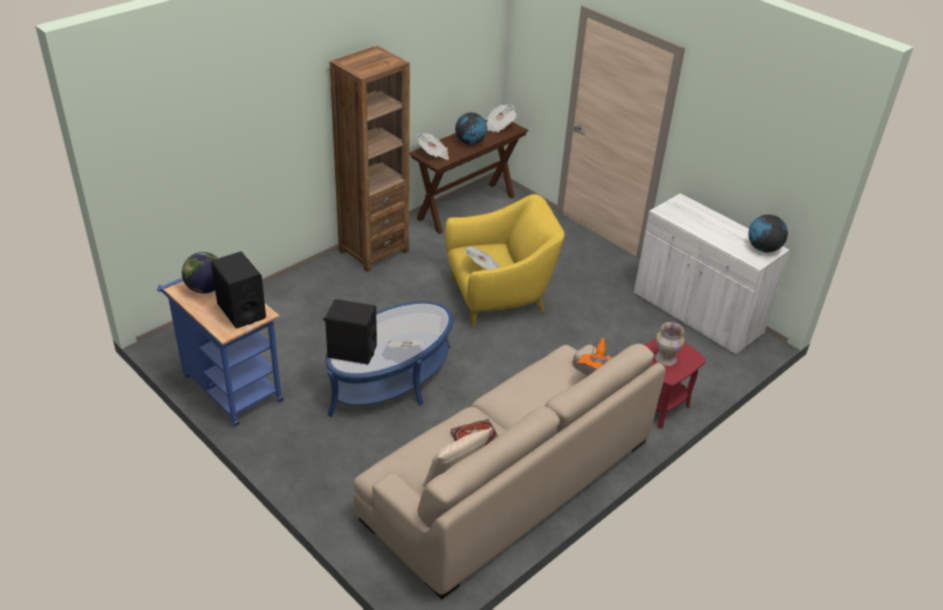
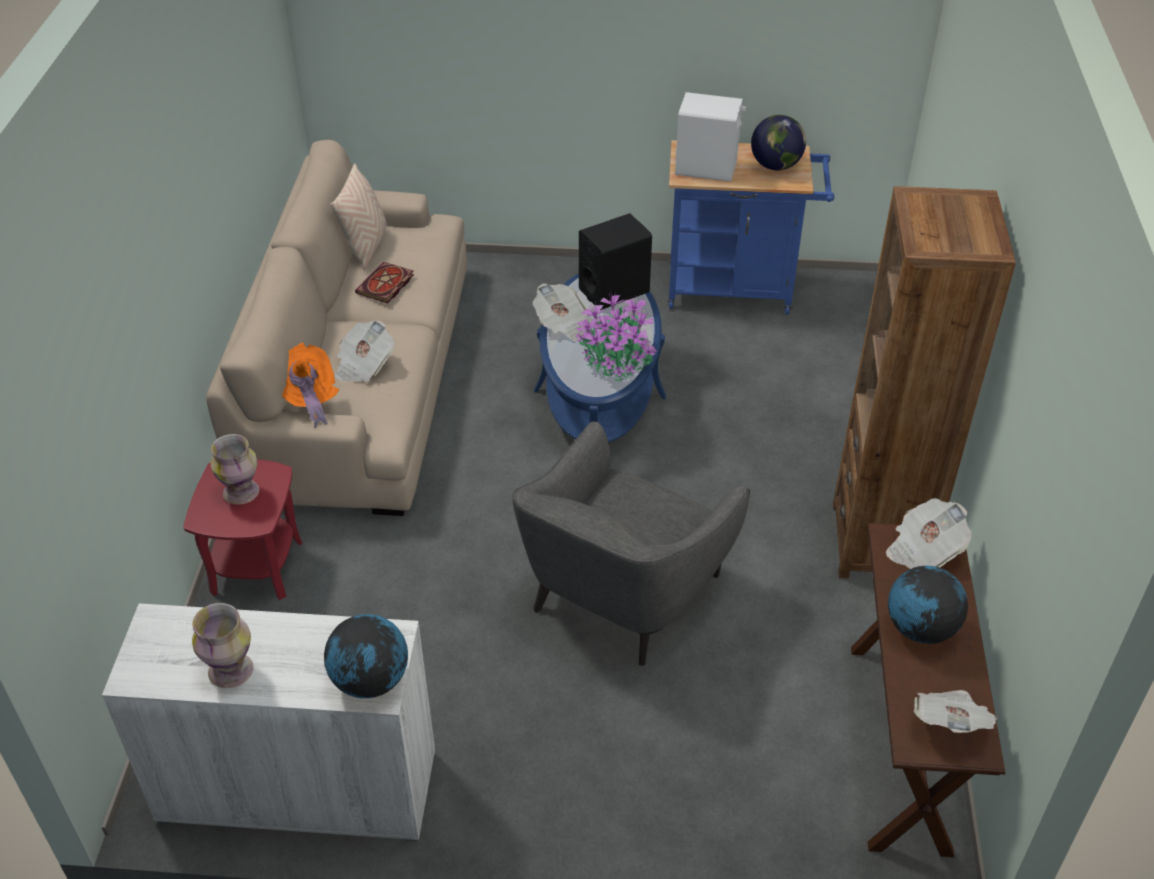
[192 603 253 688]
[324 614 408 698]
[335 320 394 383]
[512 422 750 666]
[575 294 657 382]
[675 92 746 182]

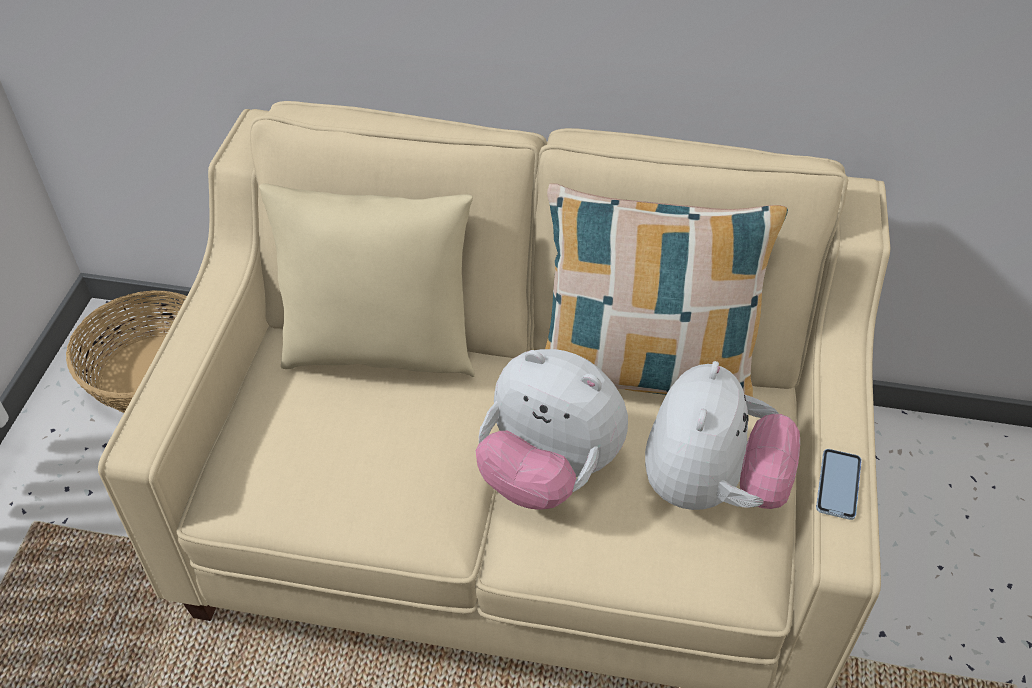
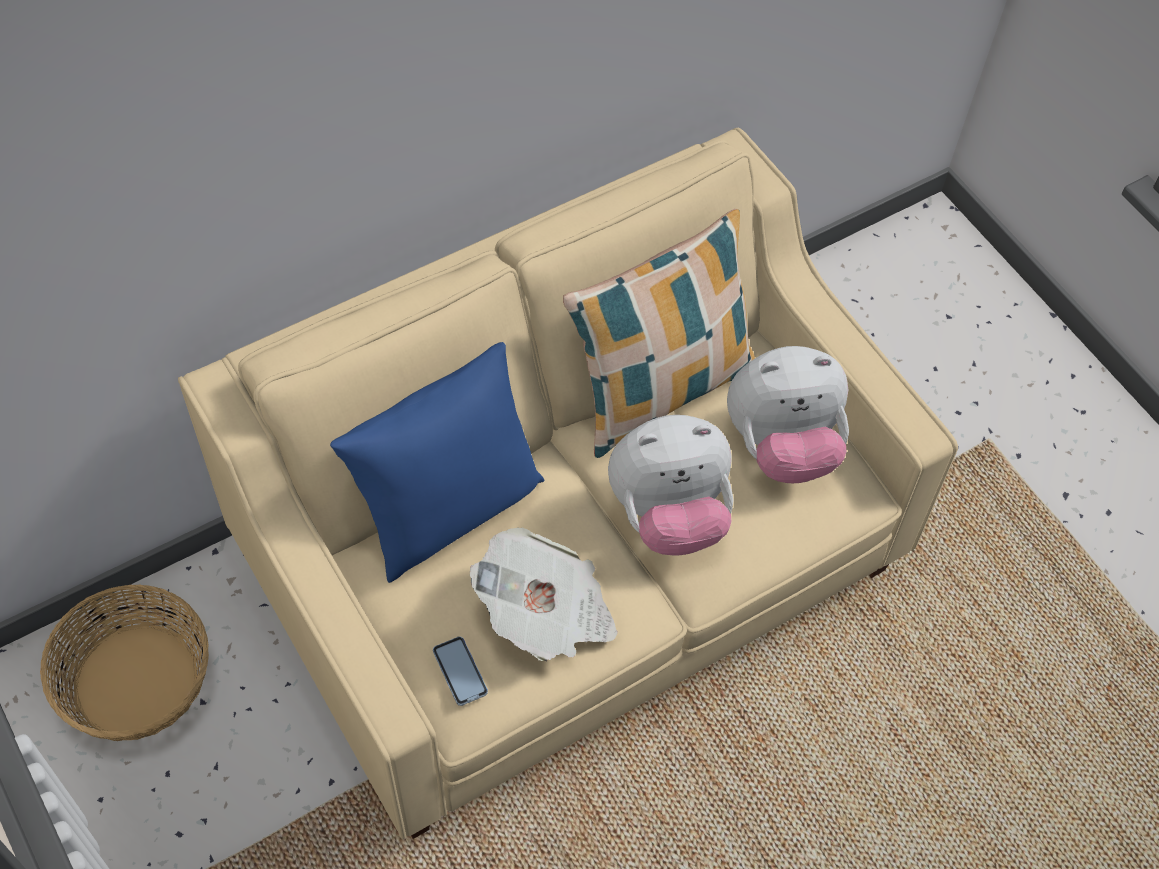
[330 342 544 583]
[433 636 488 706]
[470 527 618 661]
[727 346 849 483]

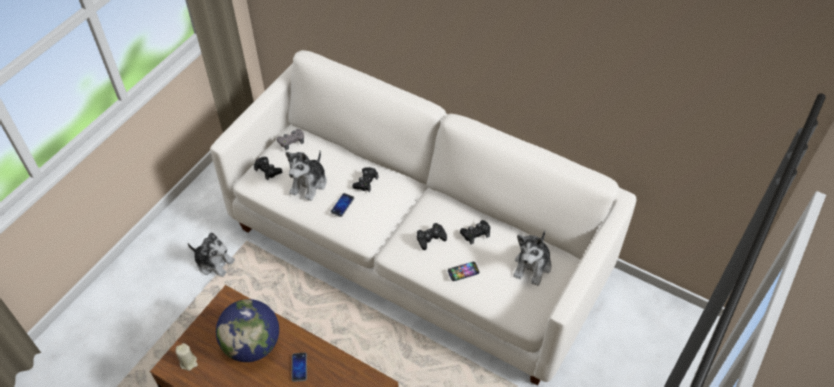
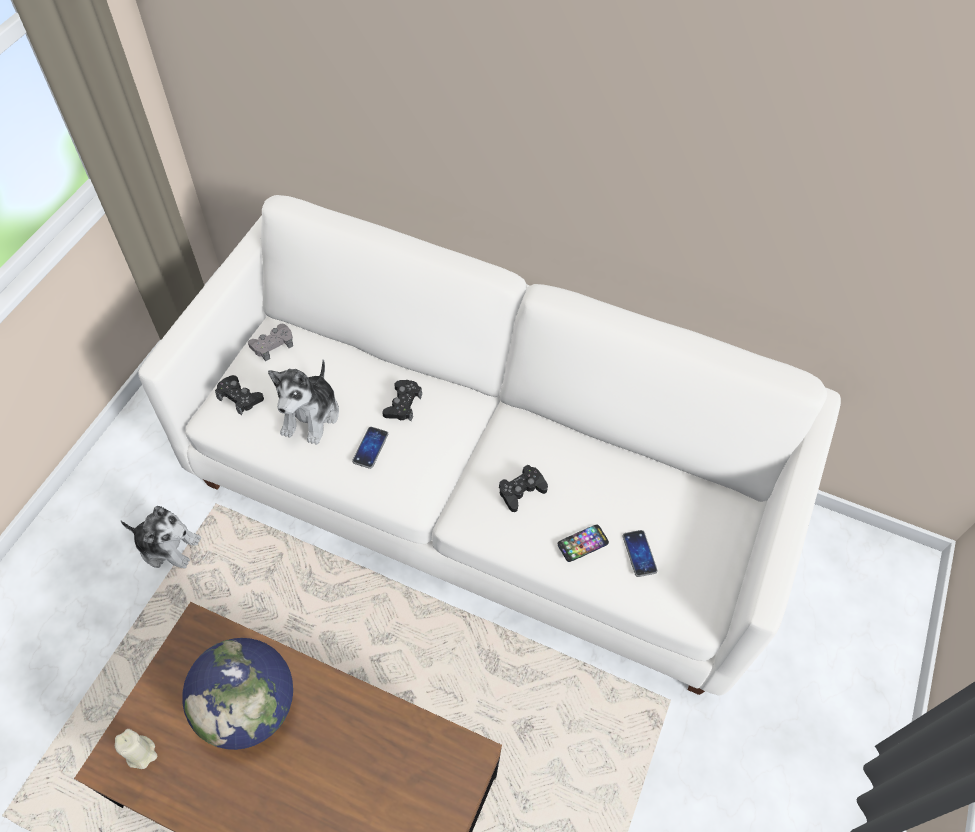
[623 530 658 577]
[460 220 490 245] (first image)
[513 230 551 286] (first image)

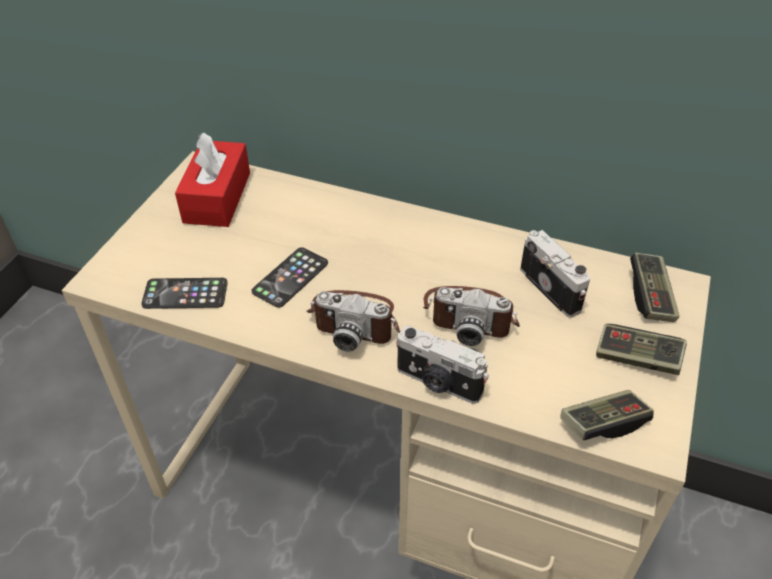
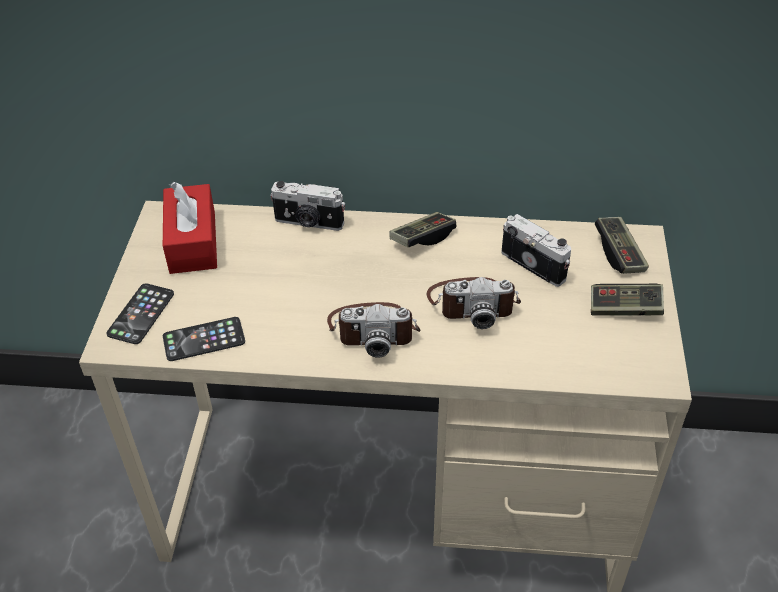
[106 283 174 344]
[270 181 345 231]
[389 212 457 247]

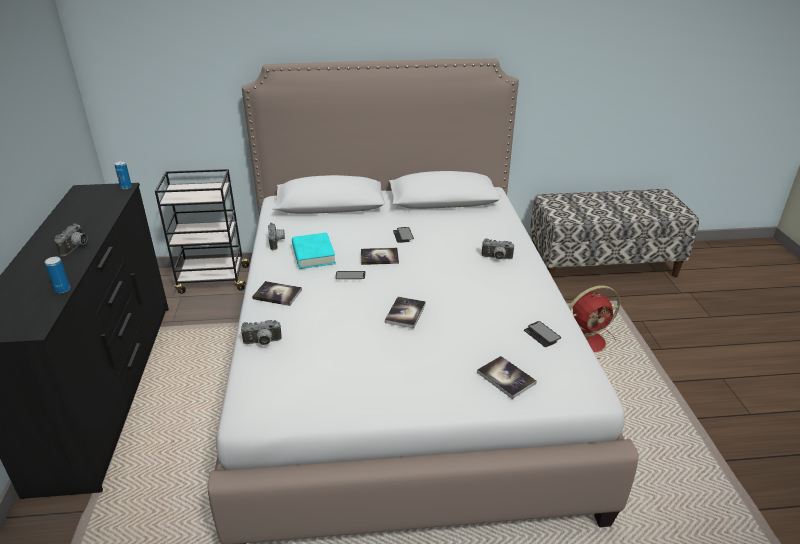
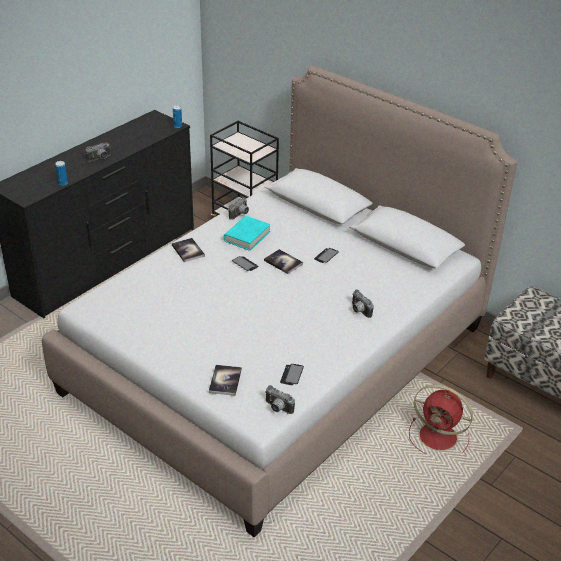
[265 385 295 414]
[385 297 426 329] (first image)

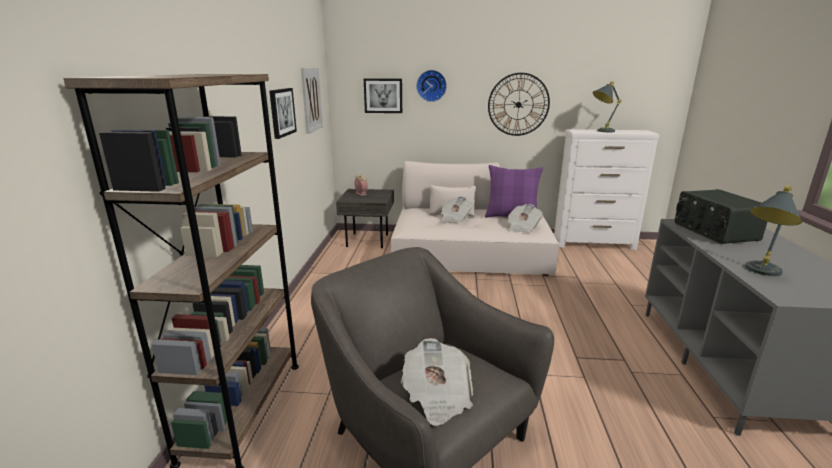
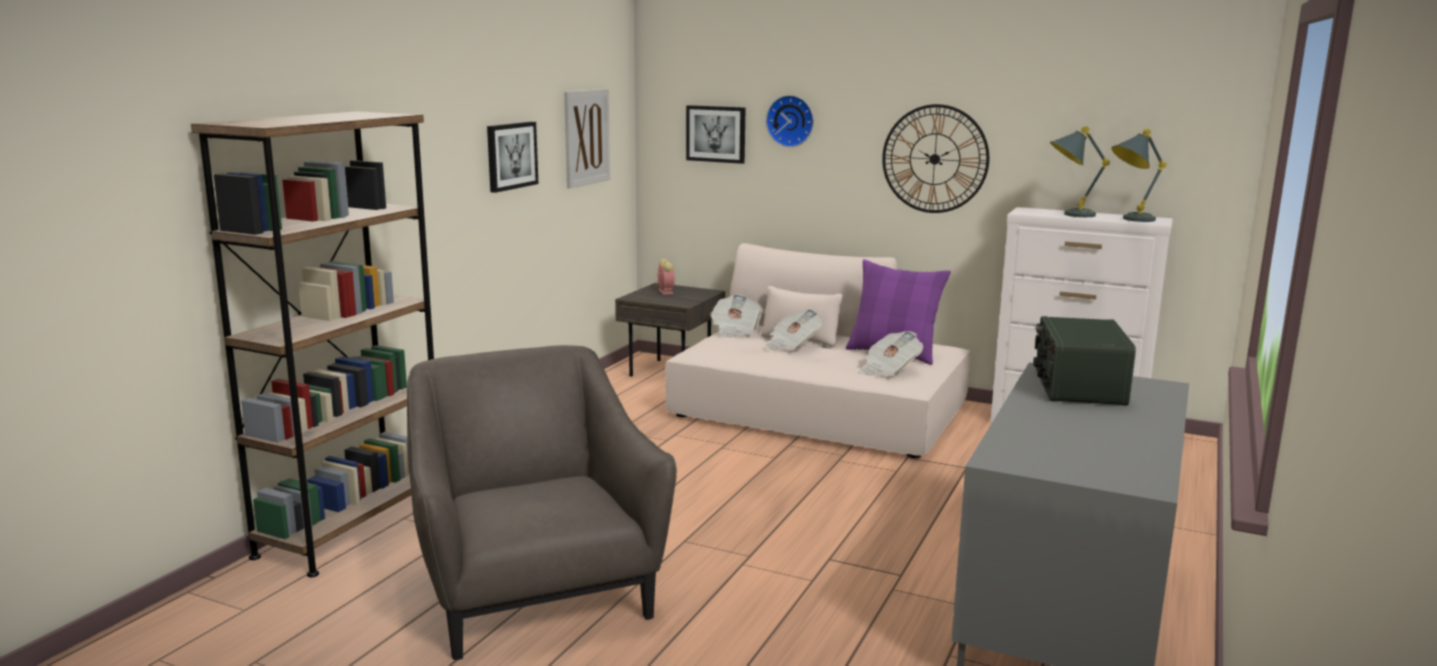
[710 294 763 338]
[1112 129 1167 222]

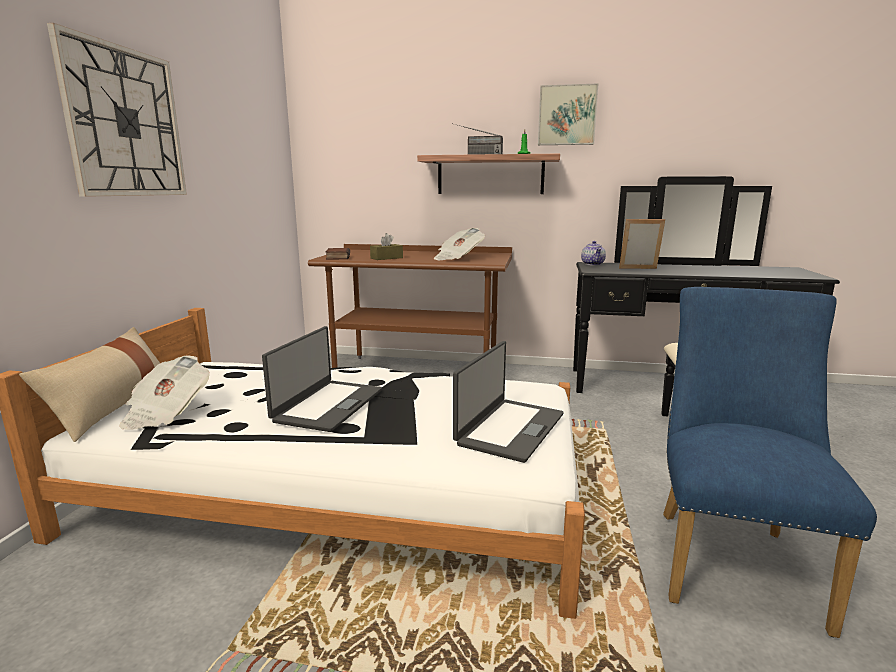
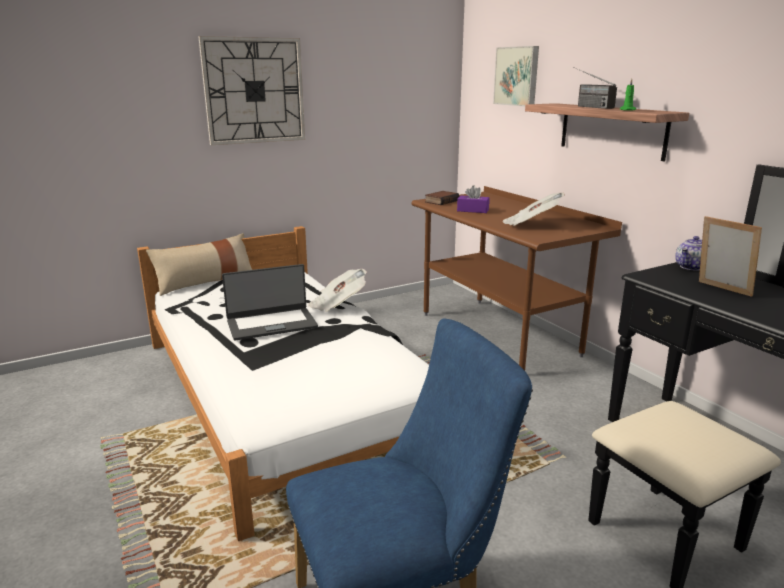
[308 269 367 312]
[457 186 489 213]
[493 46 539 106]
[453 341 564 463] (first image)

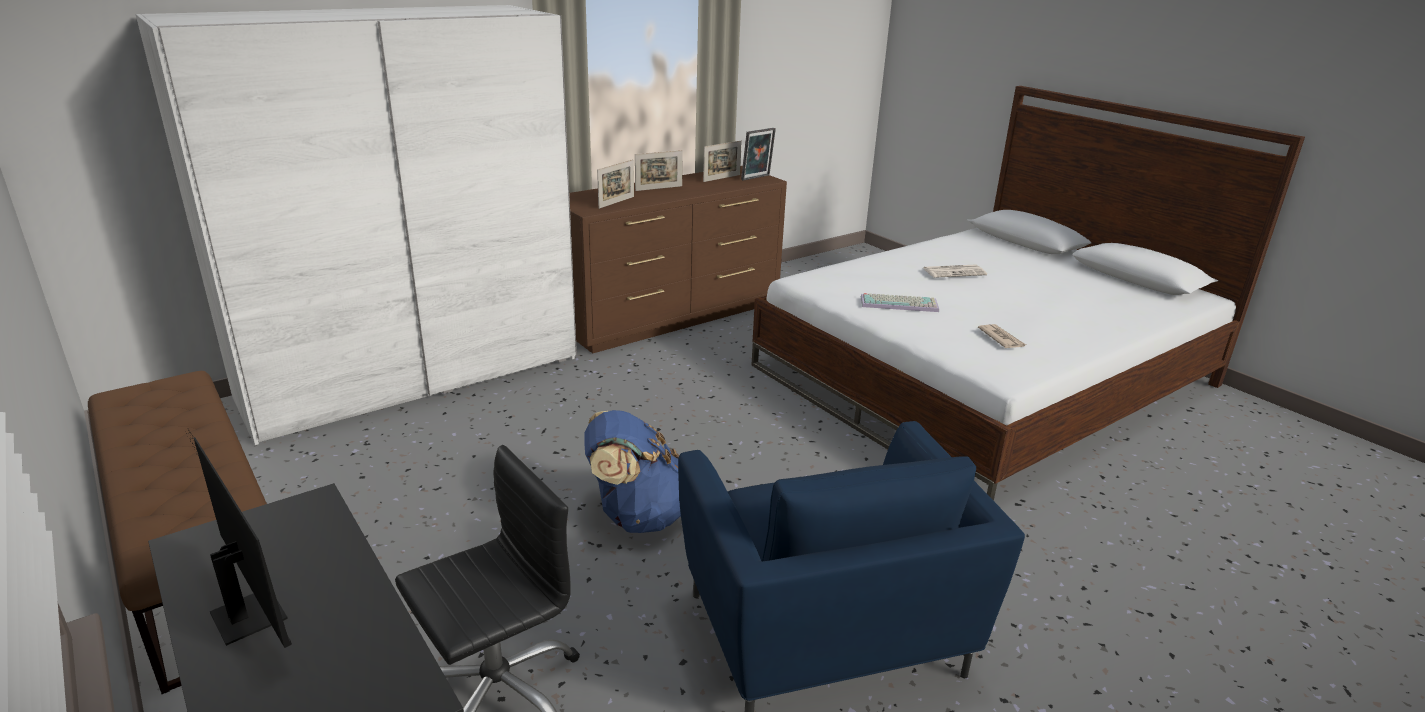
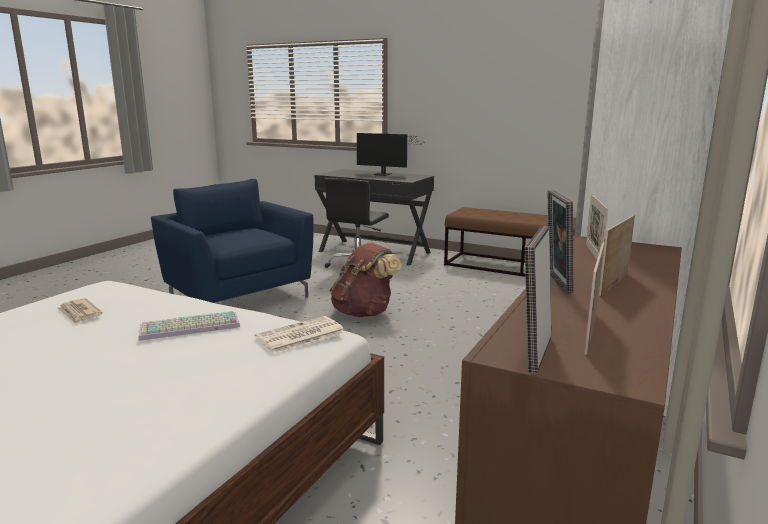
[255 316 345 353]
[330 243 402 317]
[547 190 573 293]

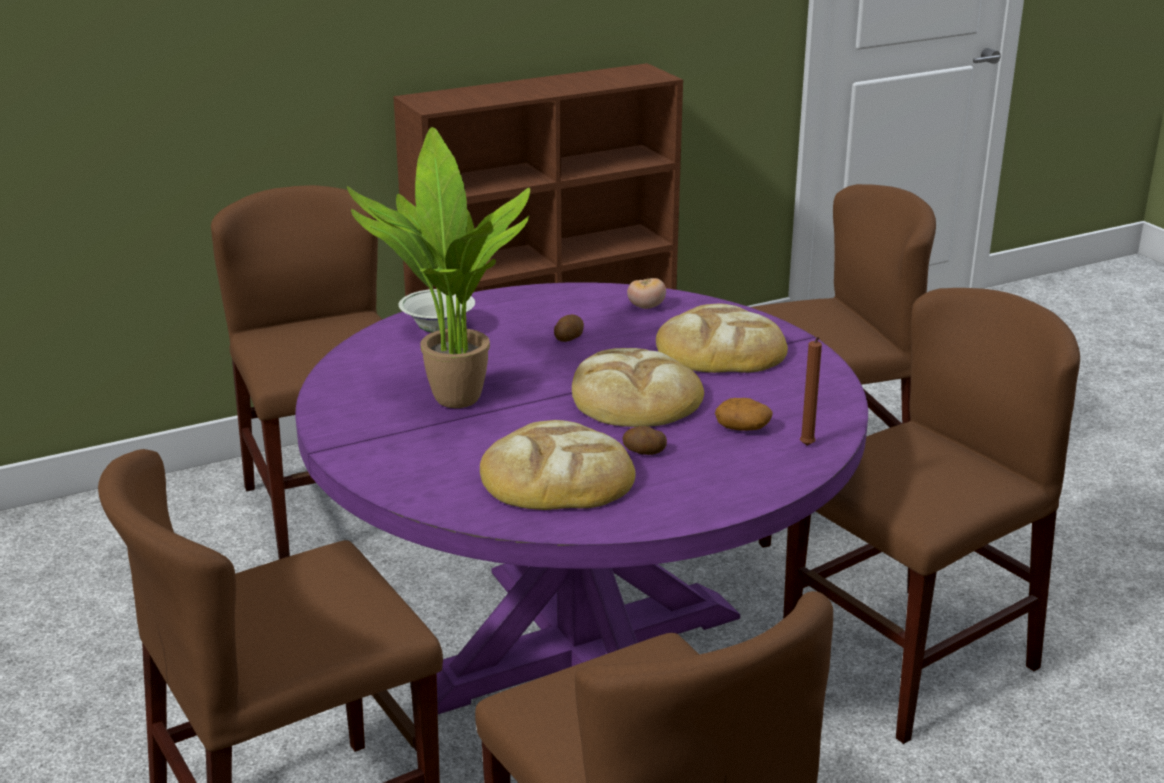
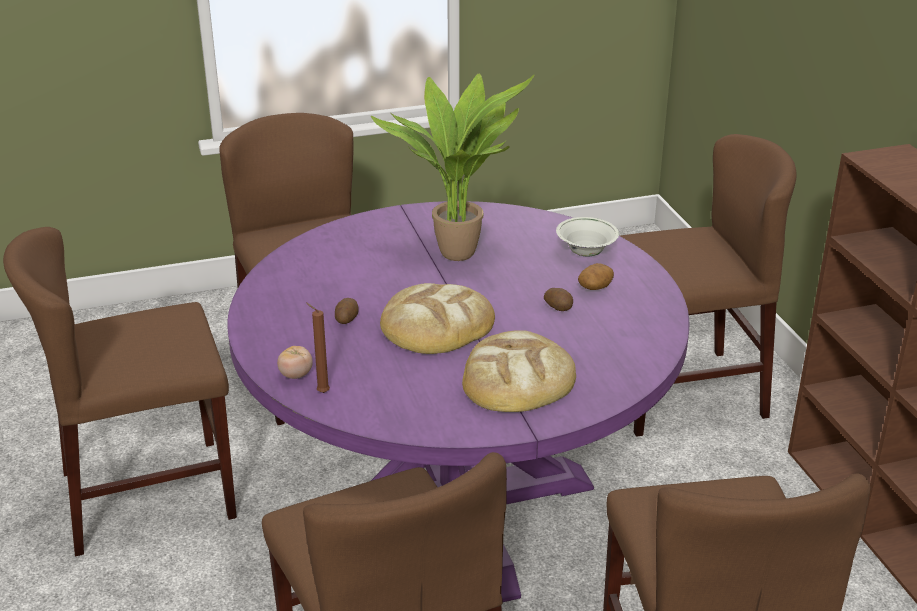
[277 346 313 379]
[578 263 614 290]
[480 420 635 510] (first image)

